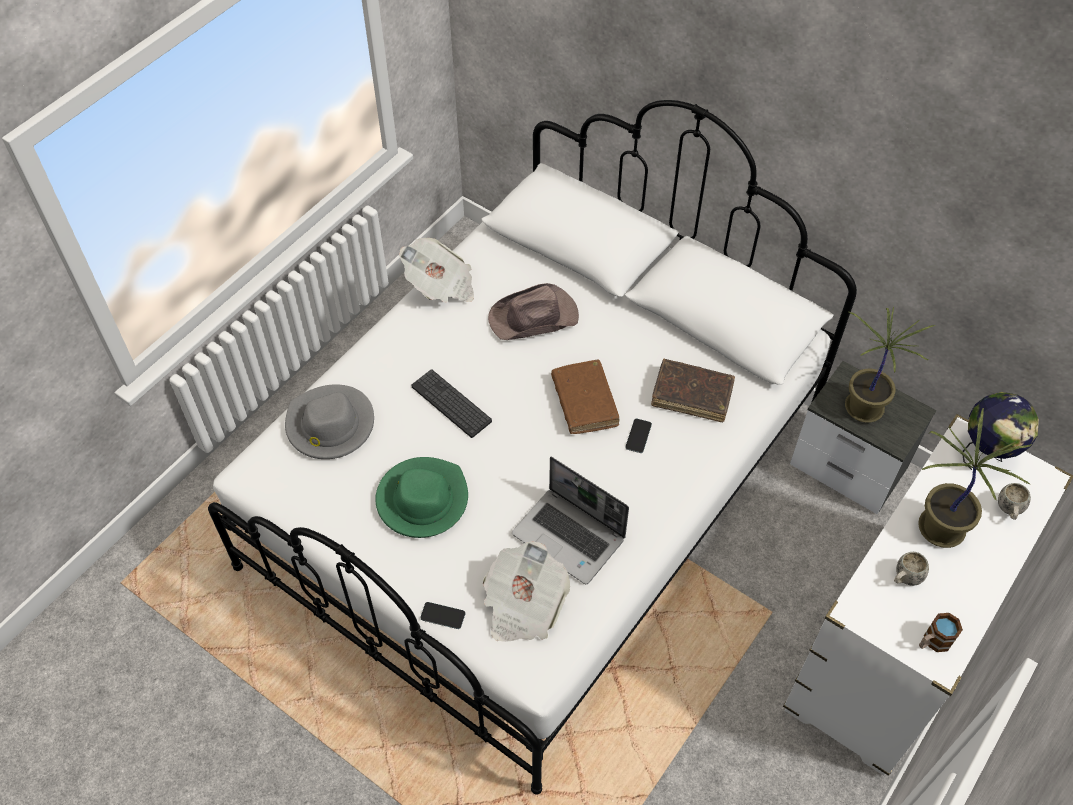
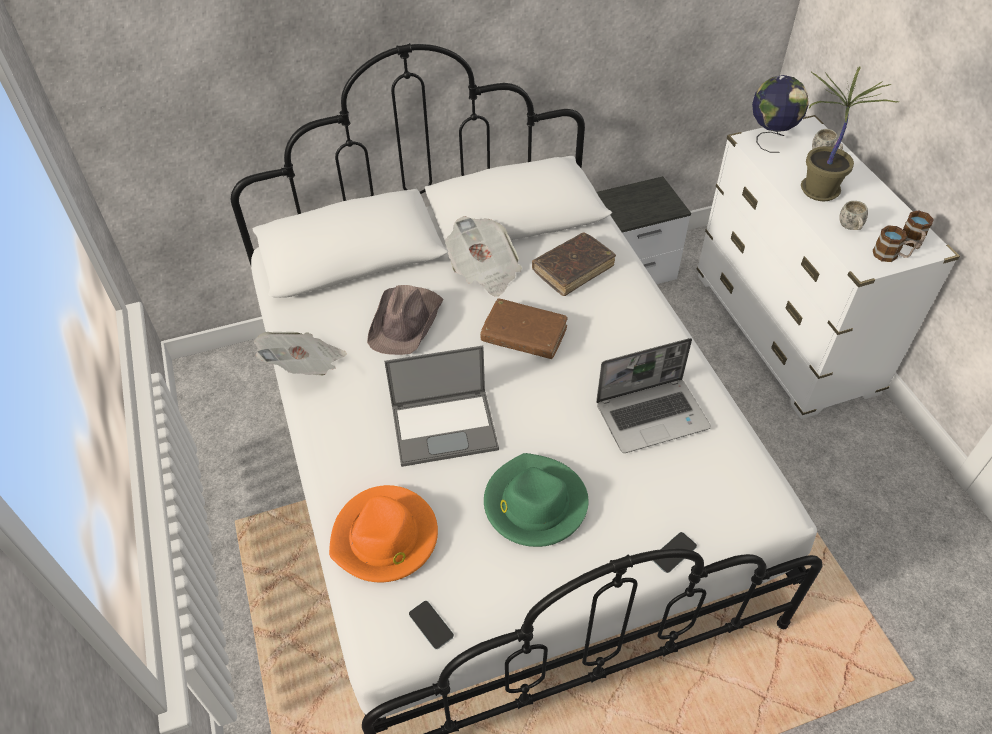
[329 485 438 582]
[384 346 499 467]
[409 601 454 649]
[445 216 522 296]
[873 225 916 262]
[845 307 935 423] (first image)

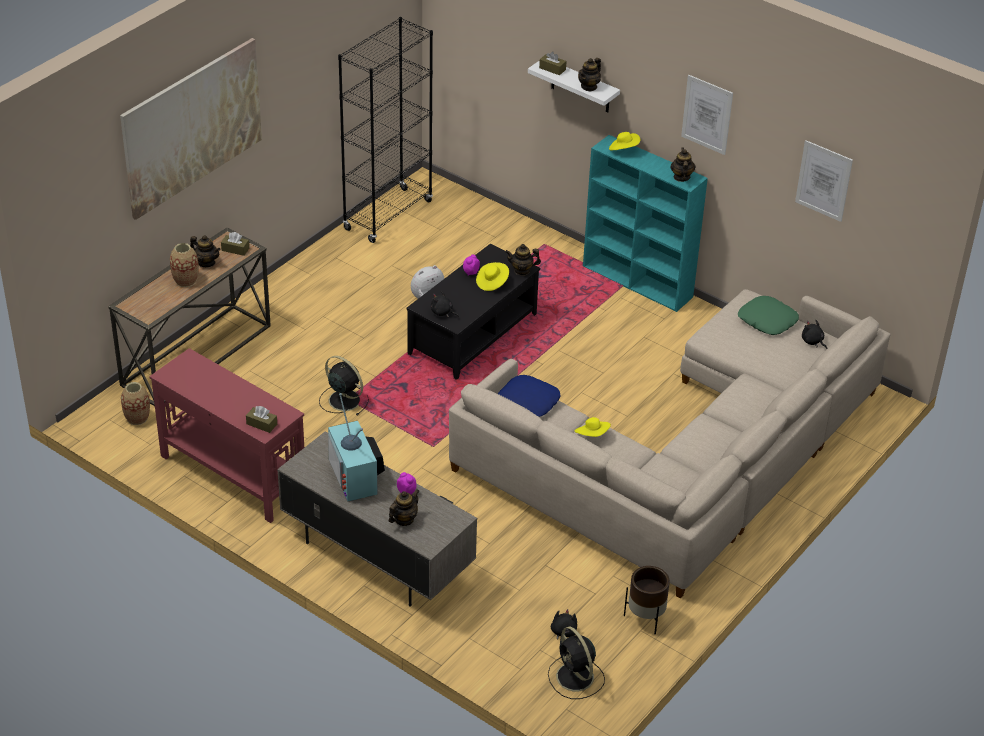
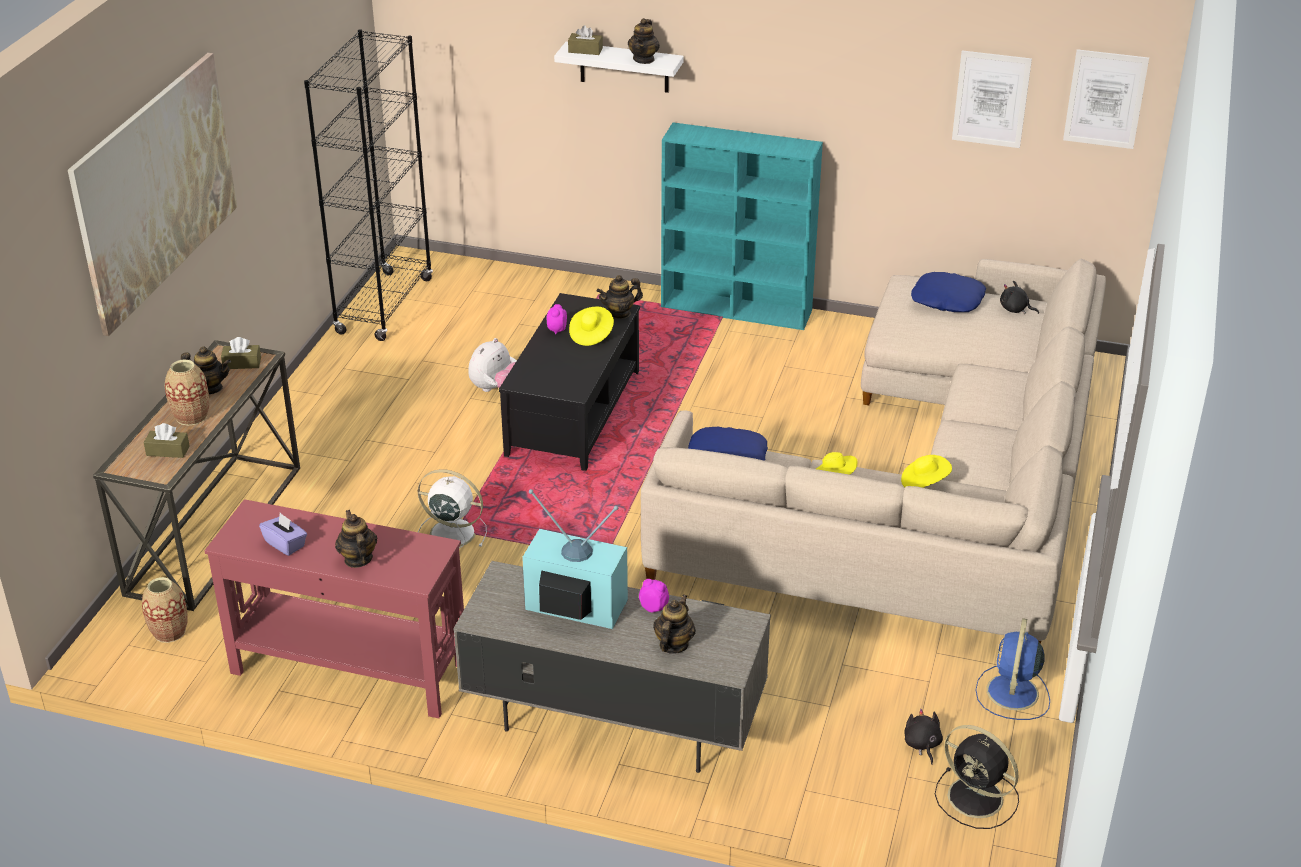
[144 423 190 458]
[259 513 307 556]
[335 510 377 568]
[418 469 487 548]
[522 489 628 629]
[901 455 952 488]
[911 272 986 312]
[975 618 1050 720]
[1063 49 1149 149]
[431 291 459 318] (first image)

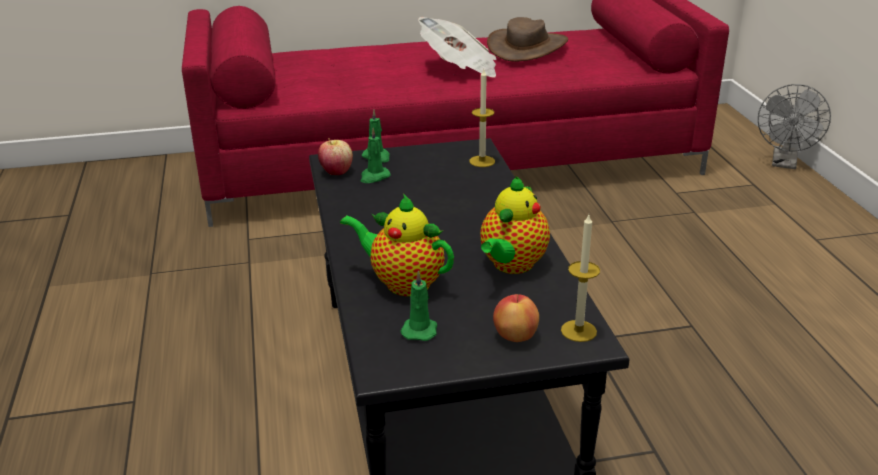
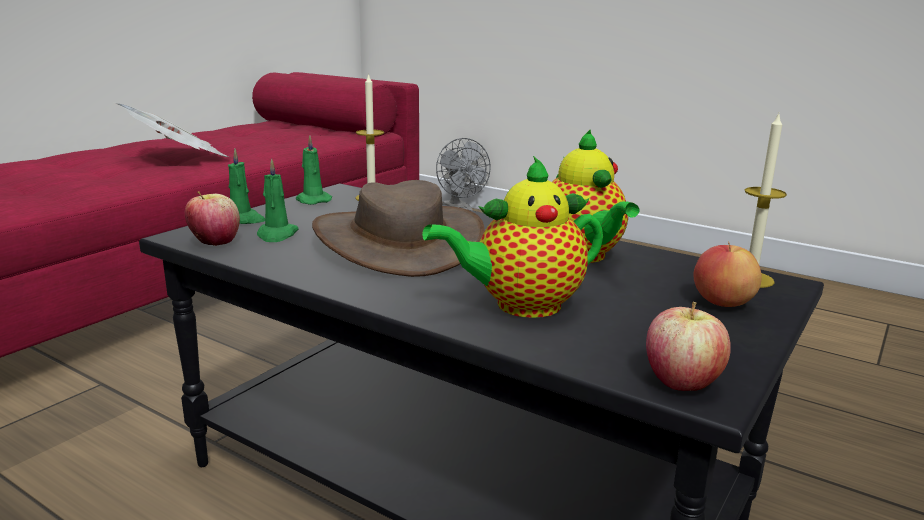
[296 135 332 205]
[312 180 485 277]
[646 302 731 391]

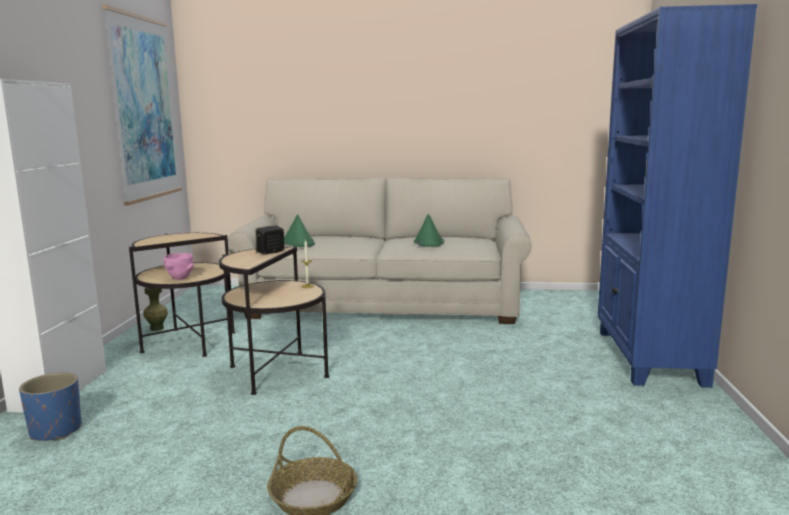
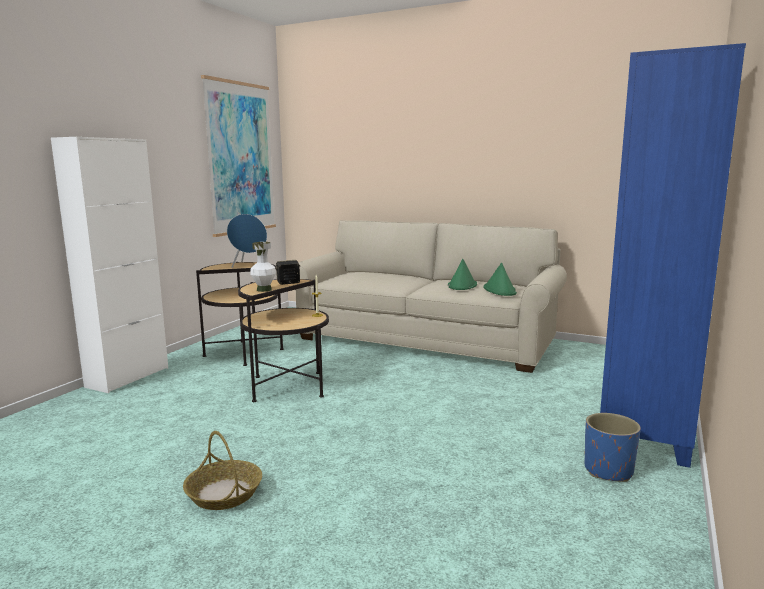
[227 214 267 268]
[250 242 276 292]
[483 263 517 296]
[584 413 641 482]
[143 287 168 331] (first image)
[163 253 194 280] (first image)

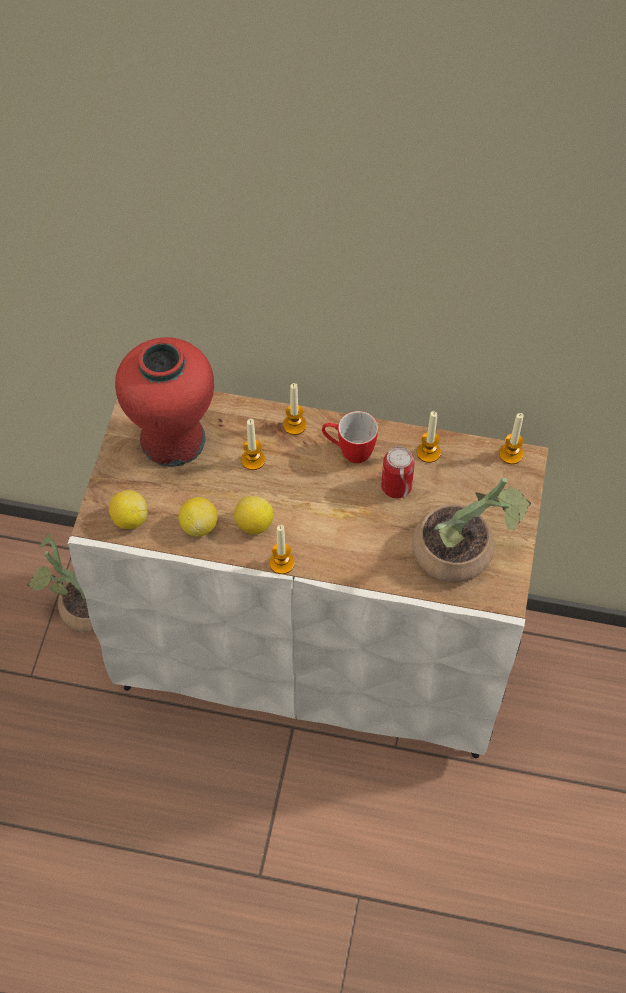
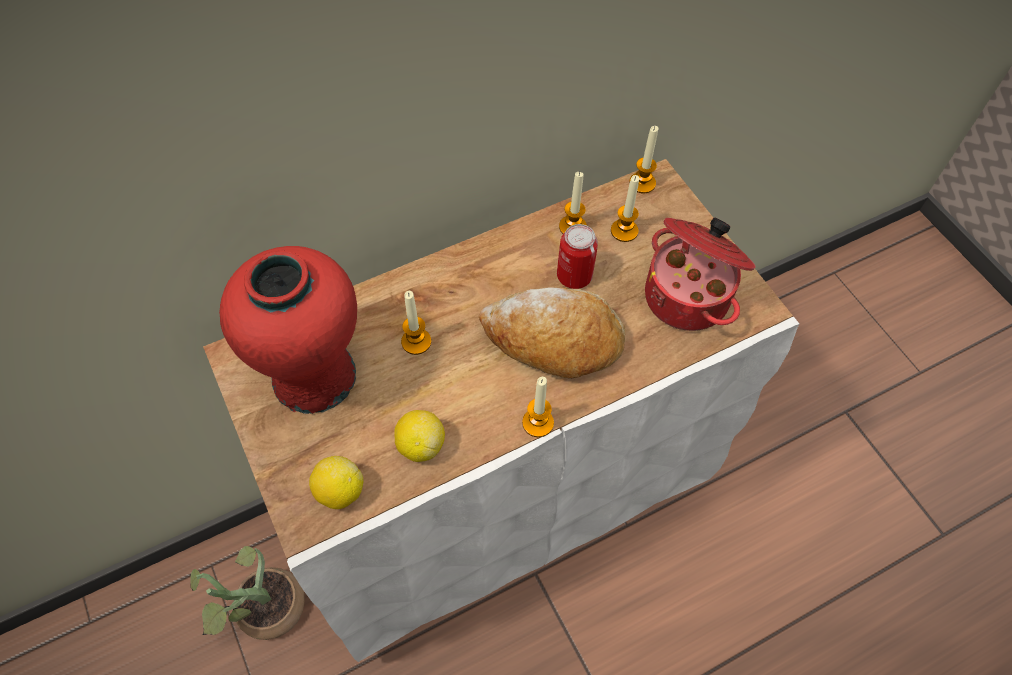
[479 288 625 378]
[611 175 639 242]
[645 218 756 331]
[234 496 273 534] (first image)
[322 411 378 463] (first image)

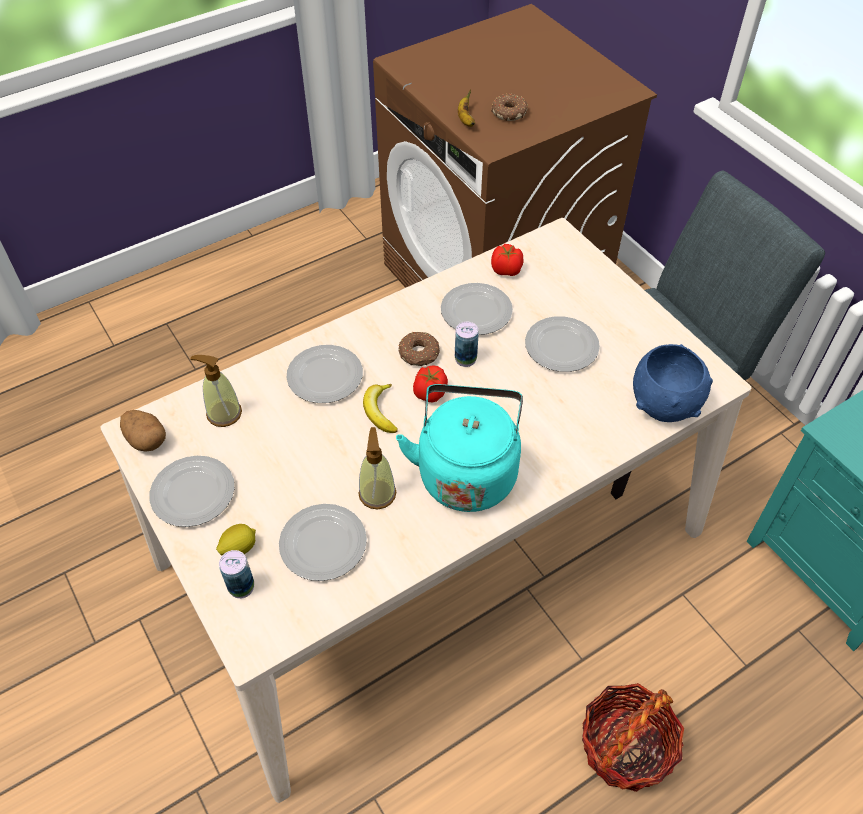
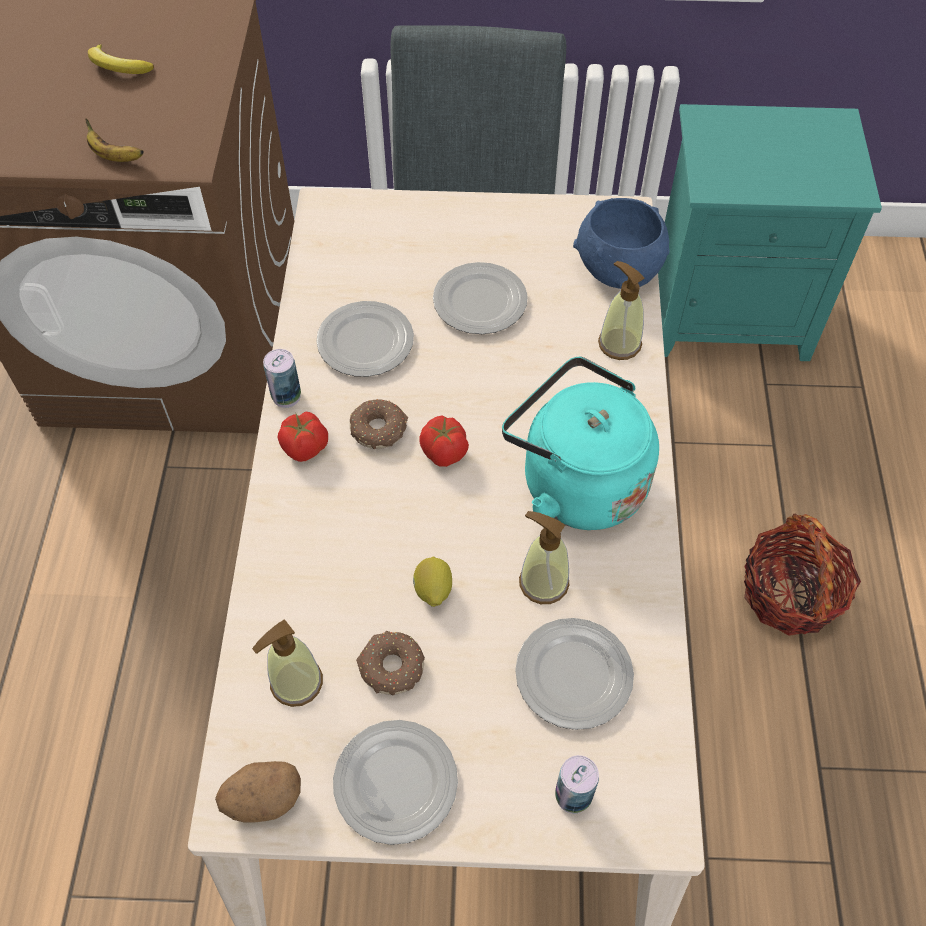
[88 44 154 74]
[263 349 301 408]
[277 411 328 462]
[356 630 425 695]
[413 557 452 607]
[598 261 644 360]
[286 345 363 403] (first image)

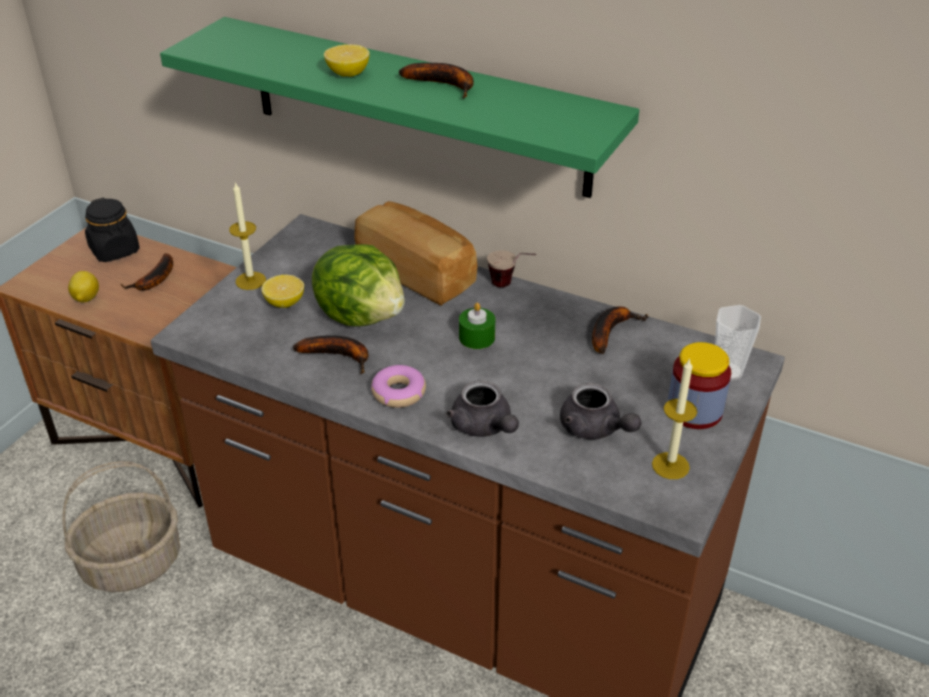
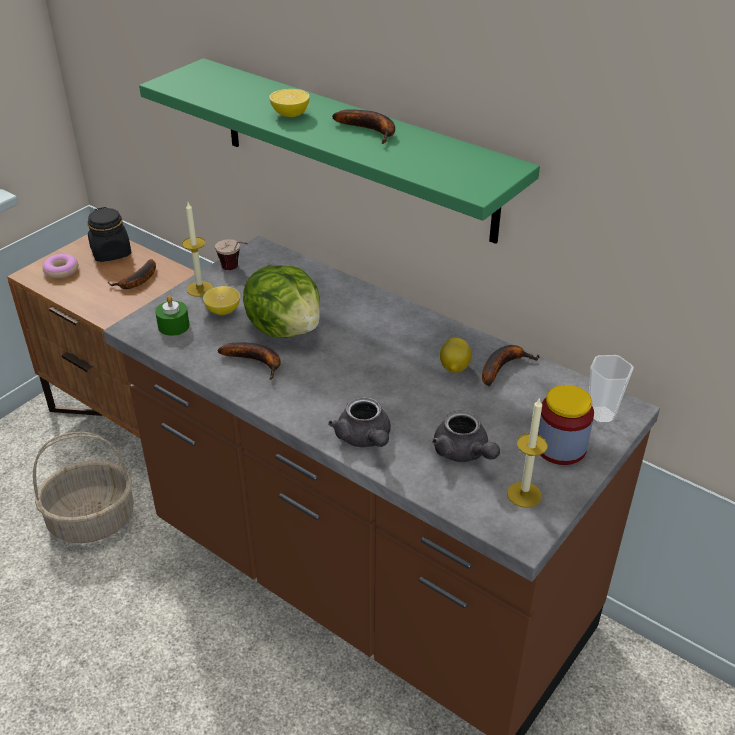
[42 254 78 279]
[155 296 190 336]
[215 239 248 270]
[440 338 472 373]
[354 201 478 306] (first image)

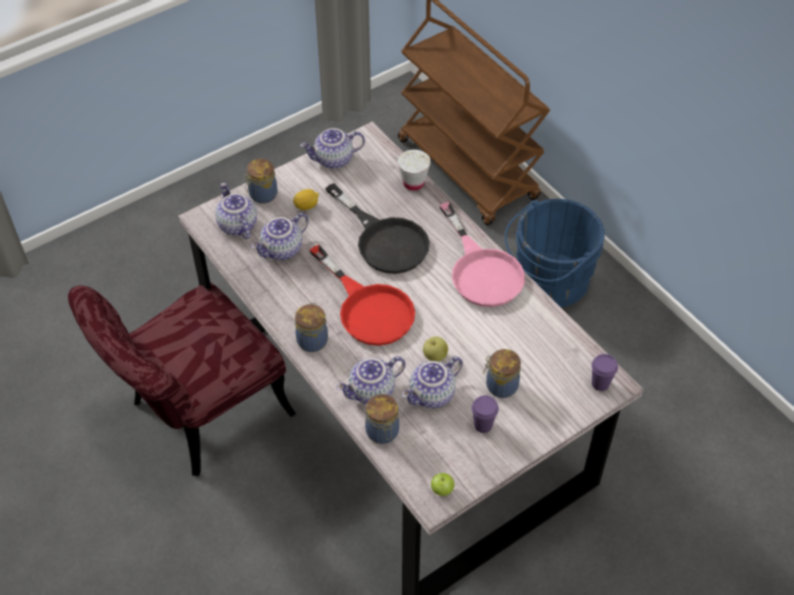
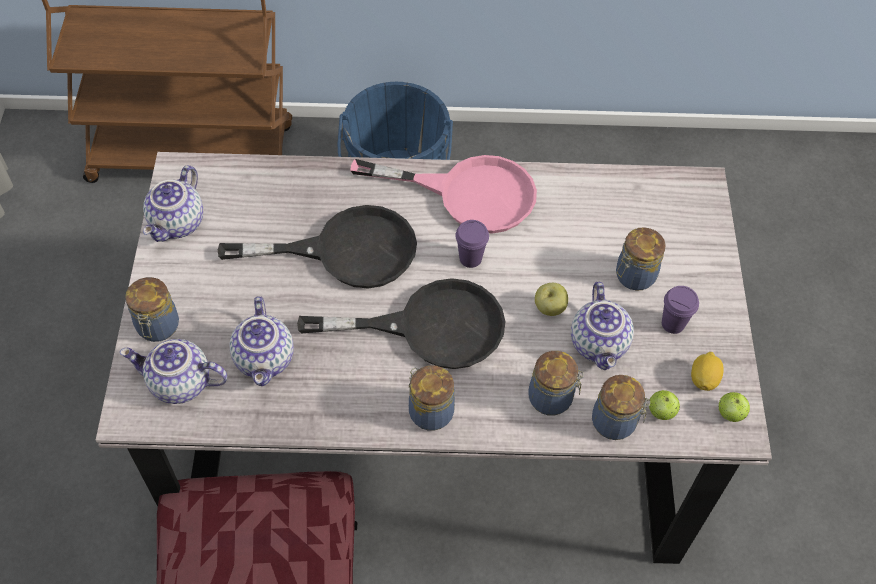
[297 278 505 369]
[455 220 489 268]
[528 351 584 416]
[649 390 680 420]
[691 352 724 391]
[397 149 431 191] (first image)

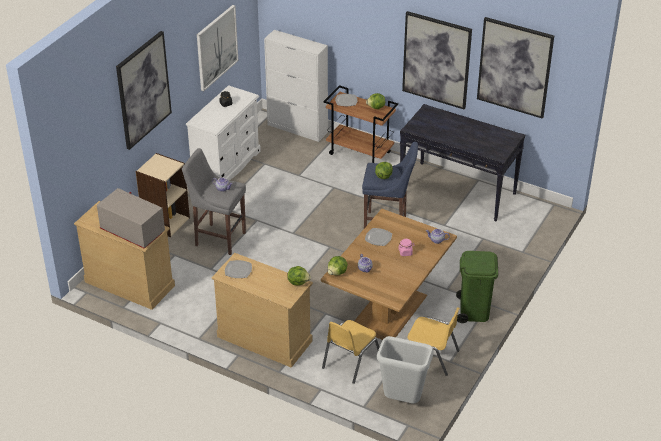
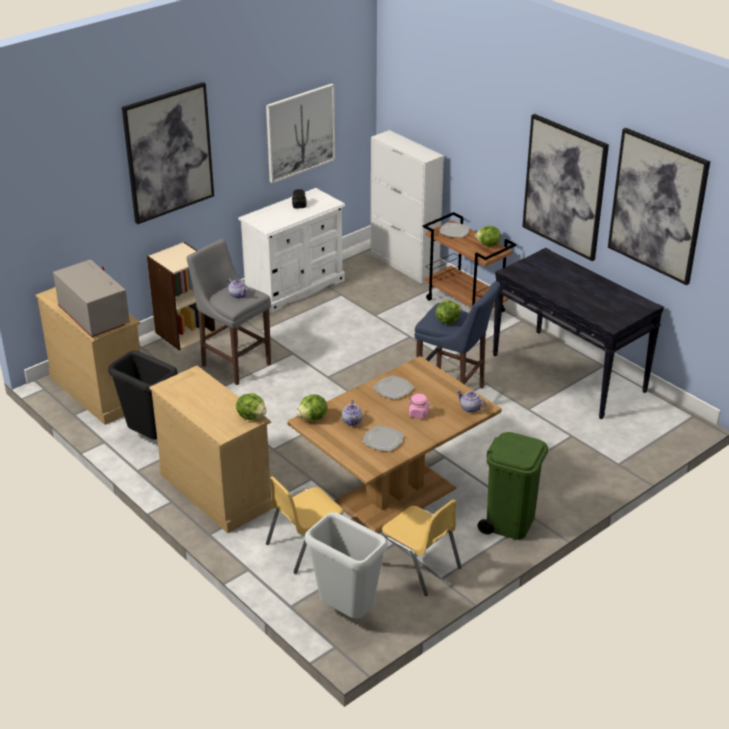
[108 350 178 439]
[362 426 404 452]

